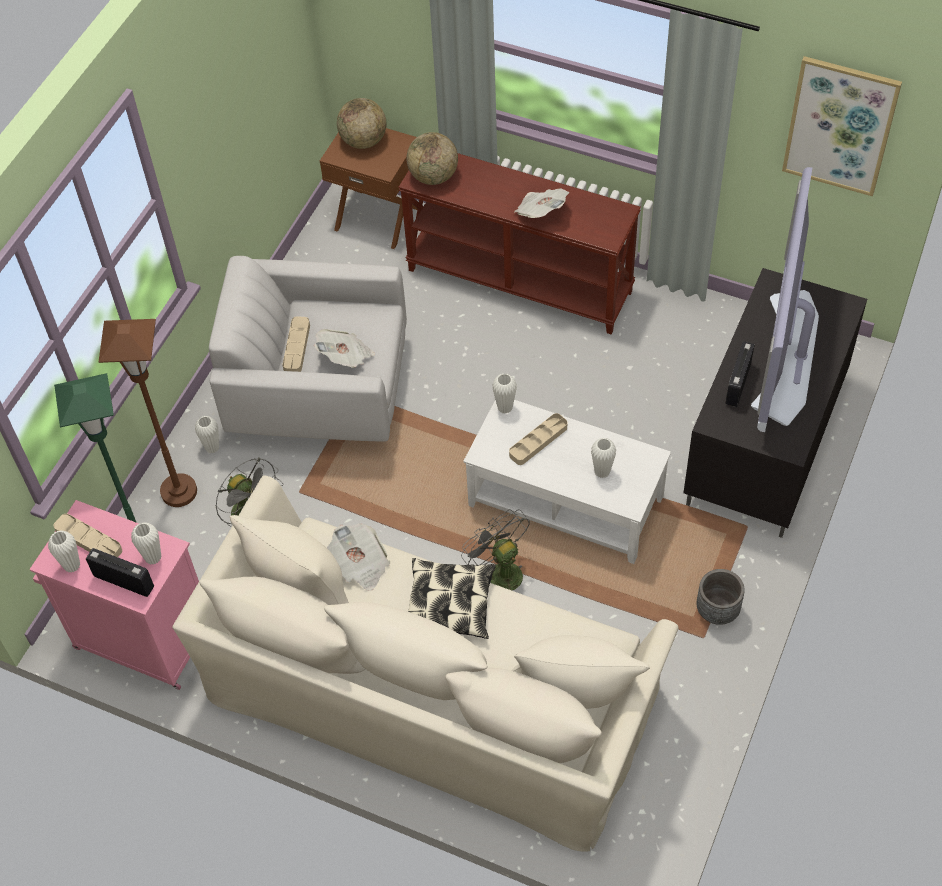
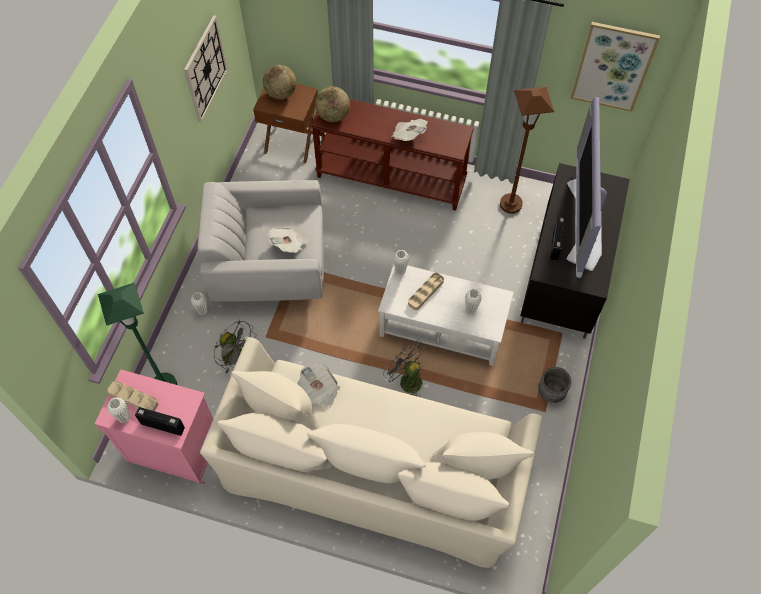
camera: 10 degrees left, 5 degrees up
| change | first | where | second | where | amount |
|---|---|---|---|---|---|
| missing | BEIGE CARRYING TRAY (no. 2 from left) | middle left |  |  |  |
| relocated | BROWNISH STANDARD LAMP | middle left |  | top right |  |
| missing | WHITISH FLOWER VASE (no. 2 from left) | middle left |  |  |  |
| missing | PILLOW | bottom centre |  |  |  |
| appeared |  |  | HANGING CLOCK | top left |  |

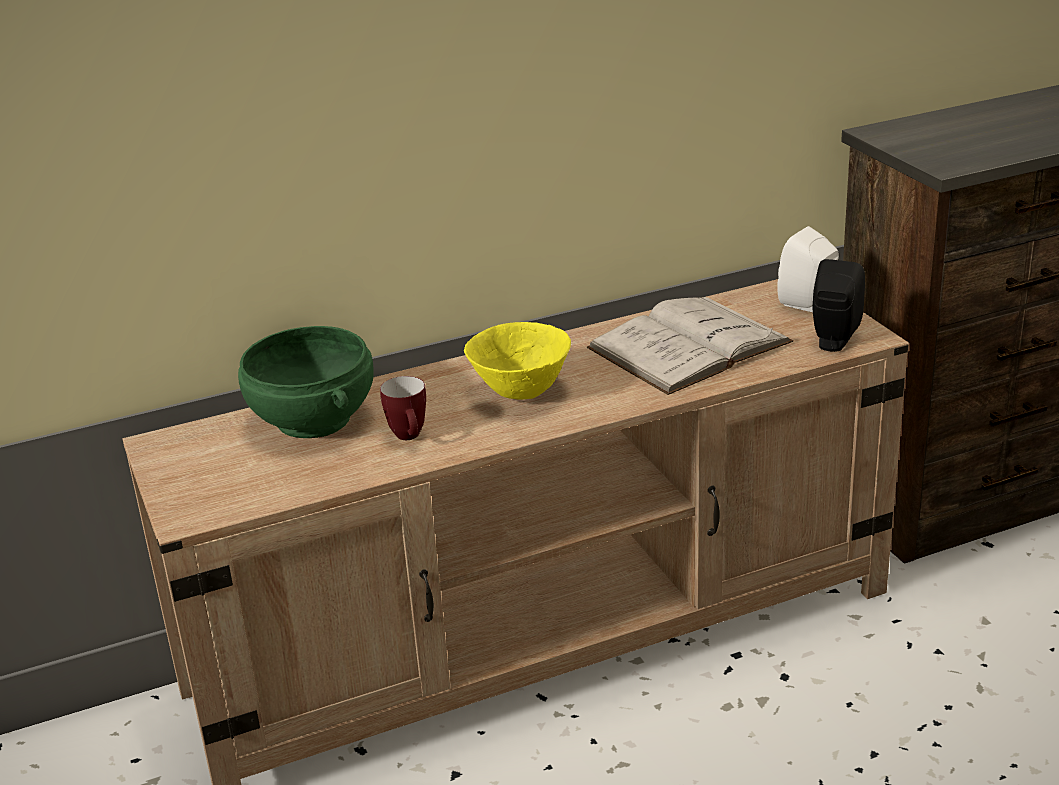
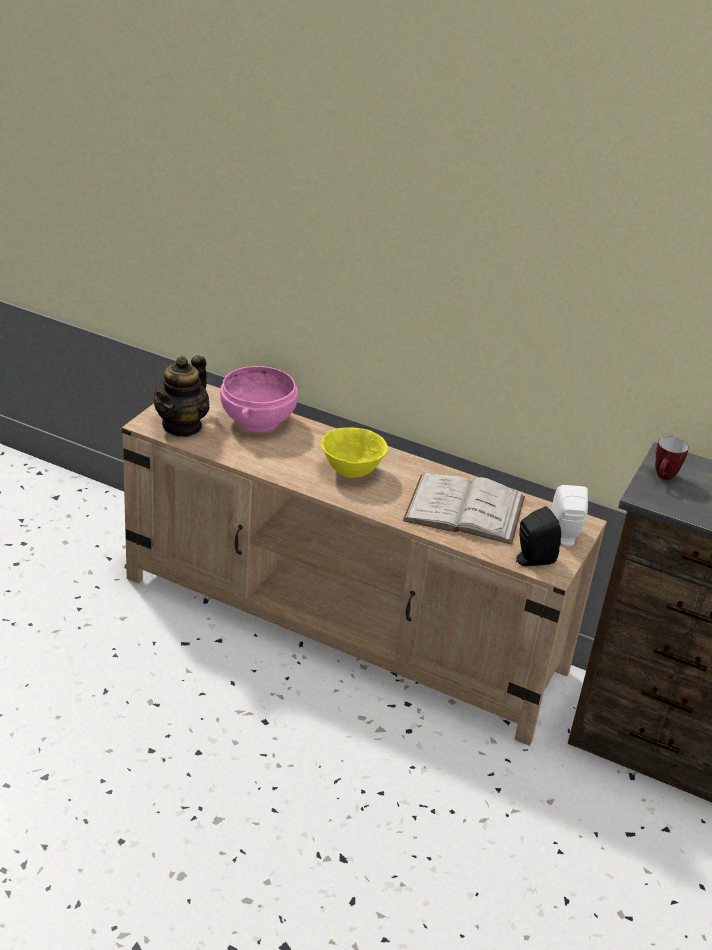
camera: 45 degrees right, 5 degrees up
| change | first | where | second | where | amount |
|---|---|---|---|---|---|
| colour | GREEN-COLOURED BOWL | middle left | PINK-COLOURED BOWL | centre |  |
| relocated | COFFEE MUG | centre |  | middle right |  |
| appeared |  |  | TEA POT | middle left |  |

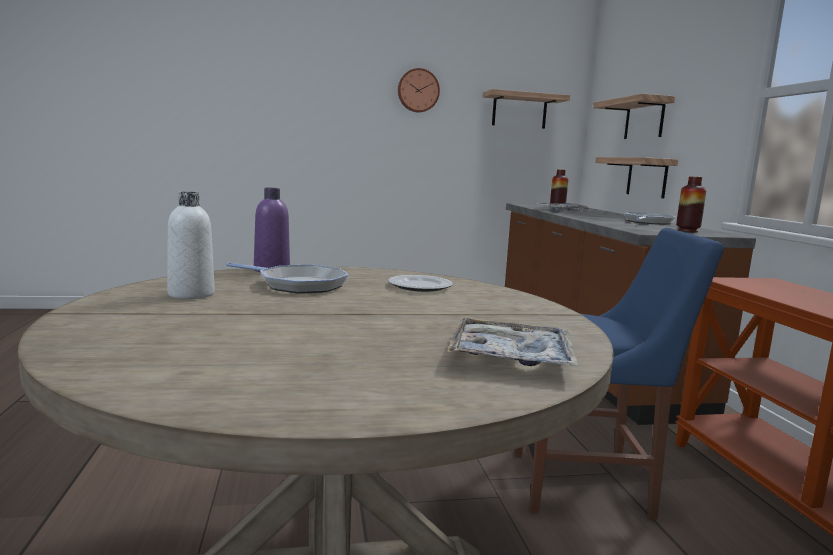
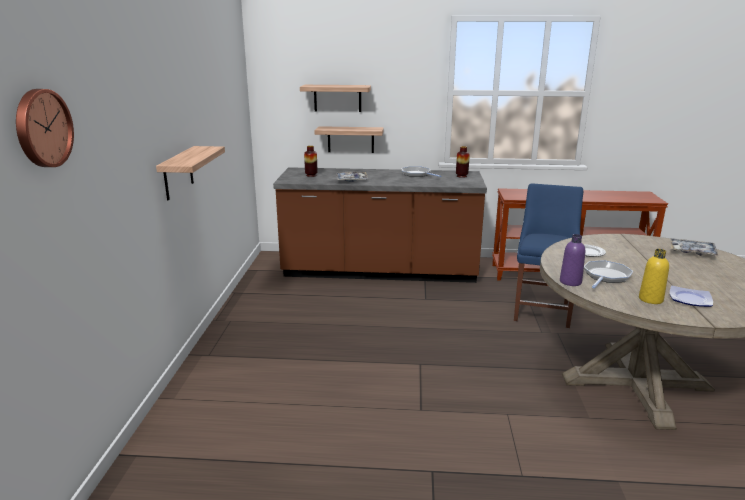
camera: 75 degrees left, 10 degrees up
| change | first | where | second | where | amount |
|---|---|---|---|---|---|
| relocated | HANGING CLOCK | top centre |  | top left |  |
| relocated | SHELF (no. 1 from left) | top centre |  | middle left |  |
| colour | WHITISH BOTTLE | middle left | YELLOWISH BOTTLE | middle right |  |
| appeared |  |  | FLAT DISH (no. 2 from left) | middle right |  |

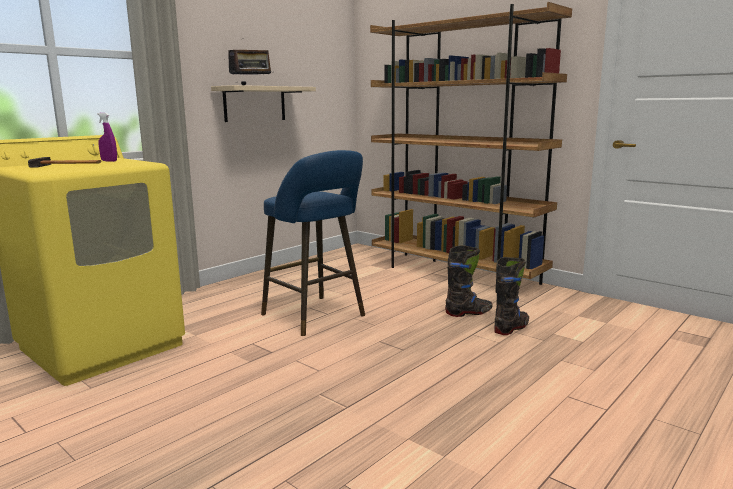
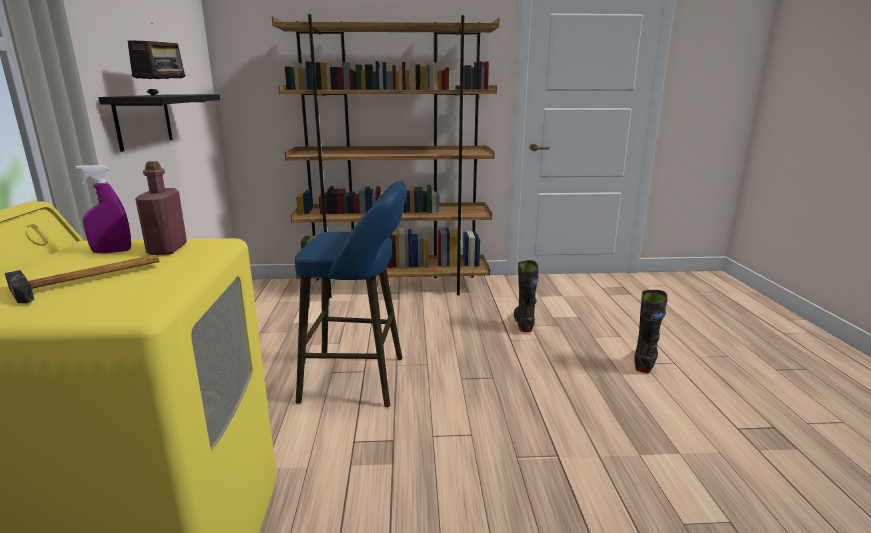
camera: 45 degrees left, 5 degrees up
| change | first | where | second | where | amount |
|---|---|---|---|---|---|
| colour | BEIGE SHELF | top centre | BLACKISH SHELF | top left |  |
| relocated | BLACKISH HIGH-TOP BOOT (no. 1 from left in the first image) | centre | BLACKISH HIGH-TOP BOOT (no. 2 from left) | middle right |  |
| appeared |  |  | RED BOTTLE | middle left |  |

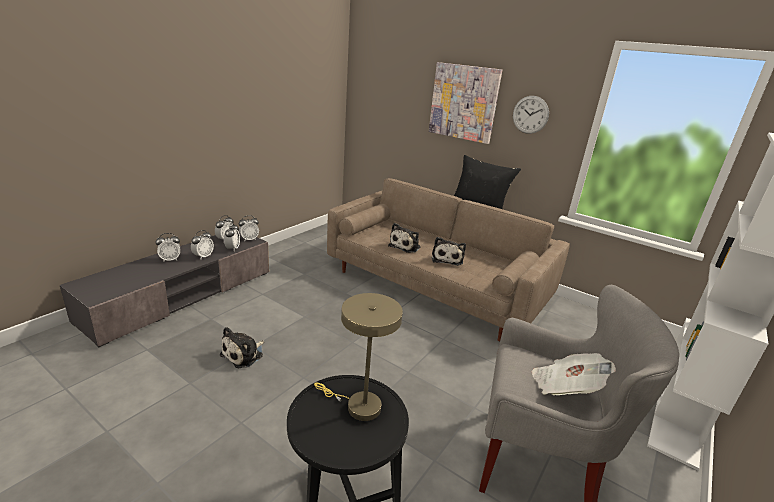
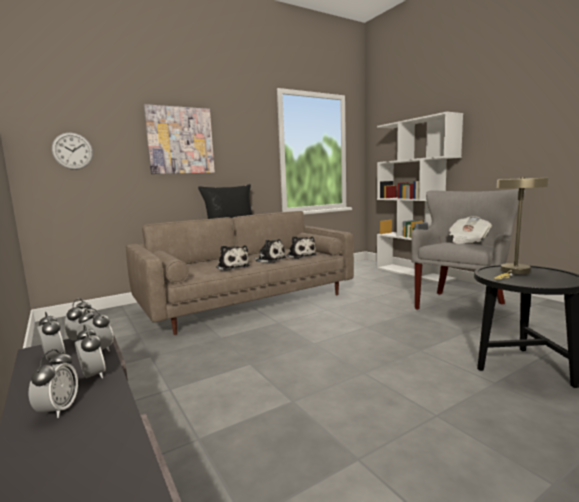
camera: 65 degrees left, 15 degrees down
| change | first | where | second | where | amount |
|---|---|---|---|---|---|
| relocated | HANGING CLOCK | top right |  | top left |  |
| relocated | CUDDLY TOY (no. 1 from left in the first image) | bottom left | CUDDLY TOY (no. 3 from left) | centre |  |

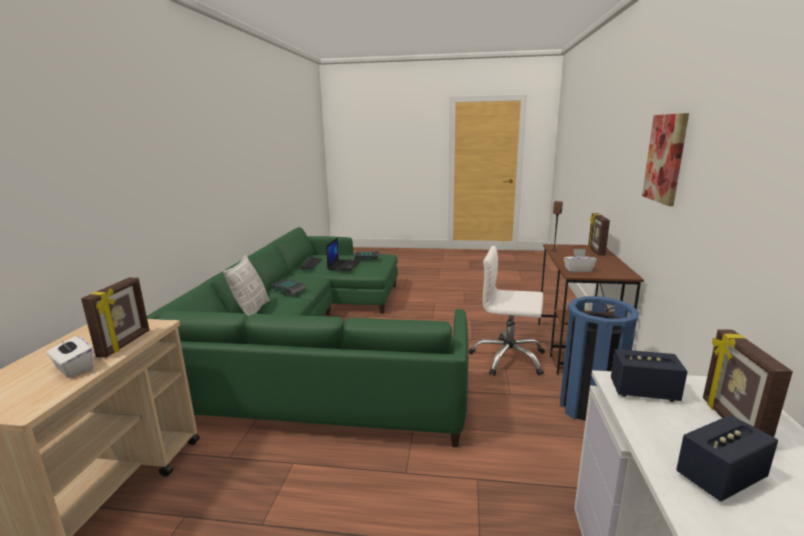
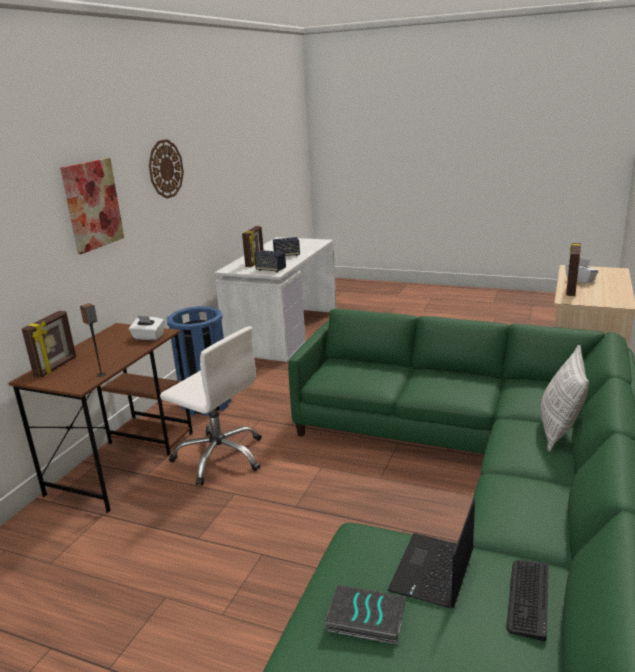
camera: 165 degrees left, 5 degrees up
| change | first | where | second | where | amount |
|---|---|---|---|---|---|
| missing | BOUND BOOK (no. 1 from left) | centre |  |  |  |
| appeared |  |  | HANGING CLOCK | top left |  |

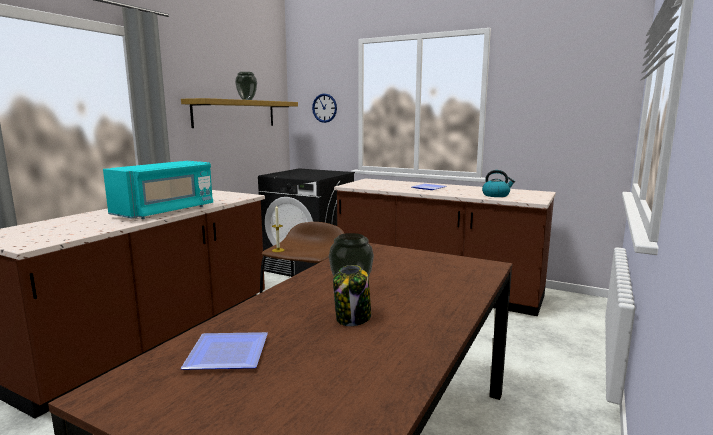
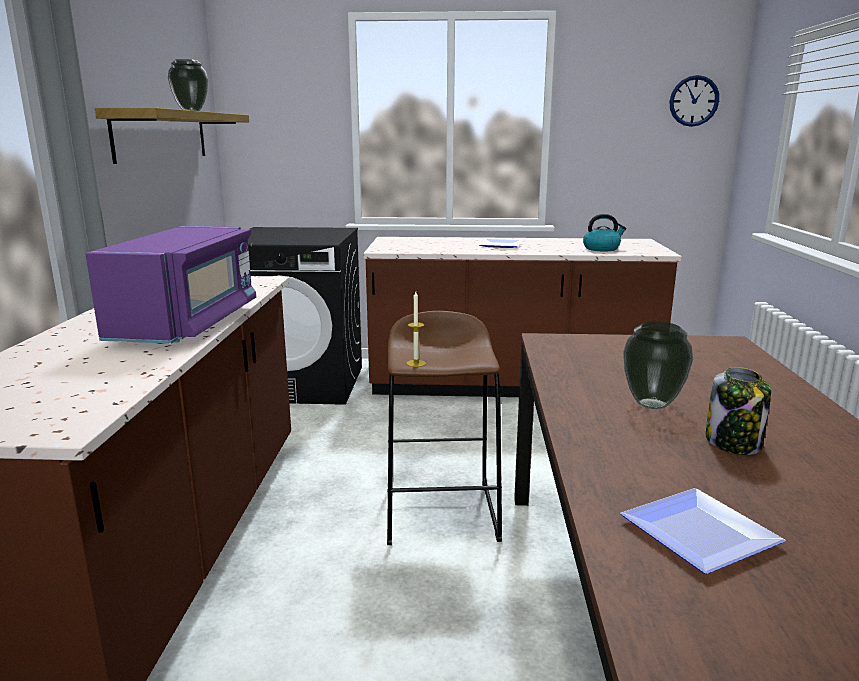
camera: 25 degrees left, 5 degrees up
| change | first | where | second | where | amount |
|---|---|---|---|---|---|
| relocated | HANGING CLOCK | top centre |  | top right |  |
| colour | TURQUOISE-COLOURED MICROWAVE OVEN | middle left | PURPLE-COLOURED MICROWAVE OVEN | middle left |  |

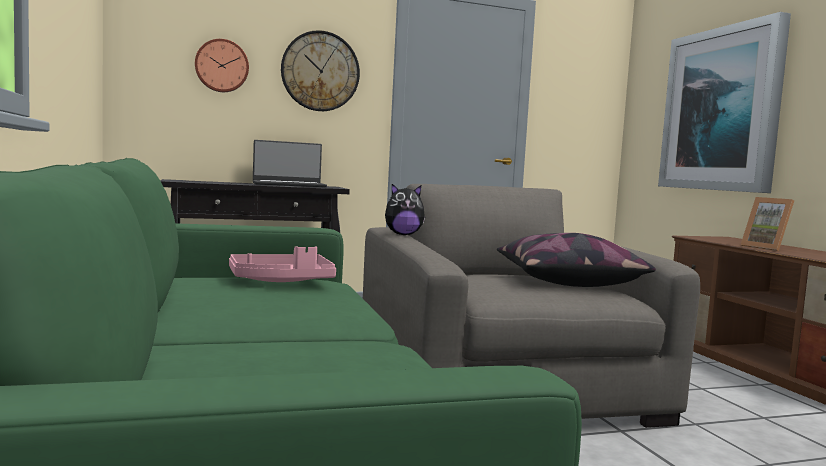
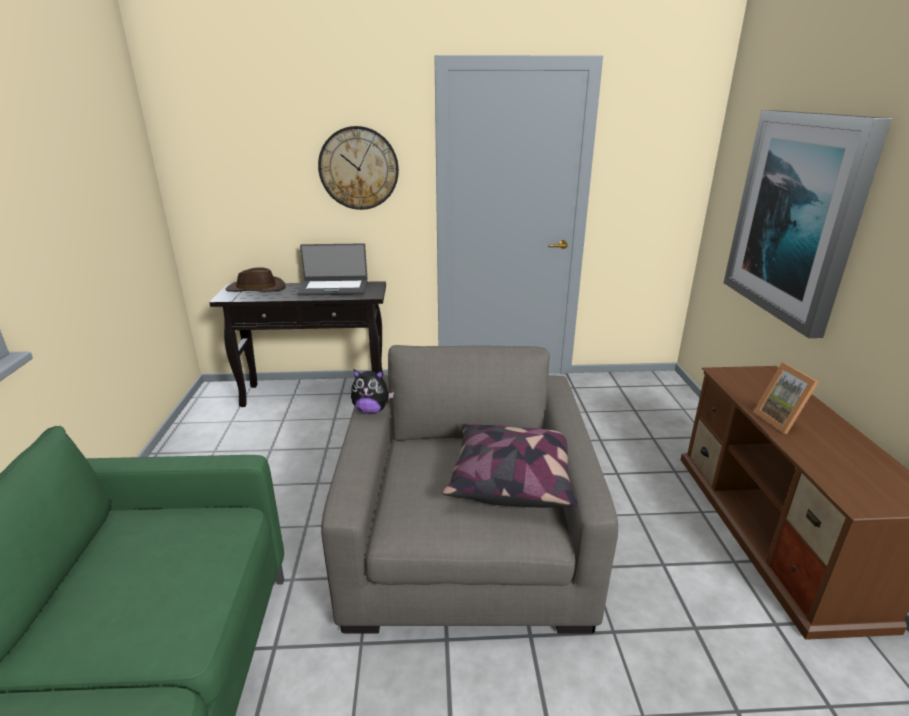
camera: 15 degrees right, 20 degrees up
| change | first | where | second | where | amount |
|---|---|---|---|---|---|
| missing | HANGING CLOCK (no. 1 from left) | top left |  |  |  |
| missing | PINK-COLOURED CARRYING TRAY | centre |  |  |  |
| appeared |  |  | BROWNISH HAT | middle left |  |

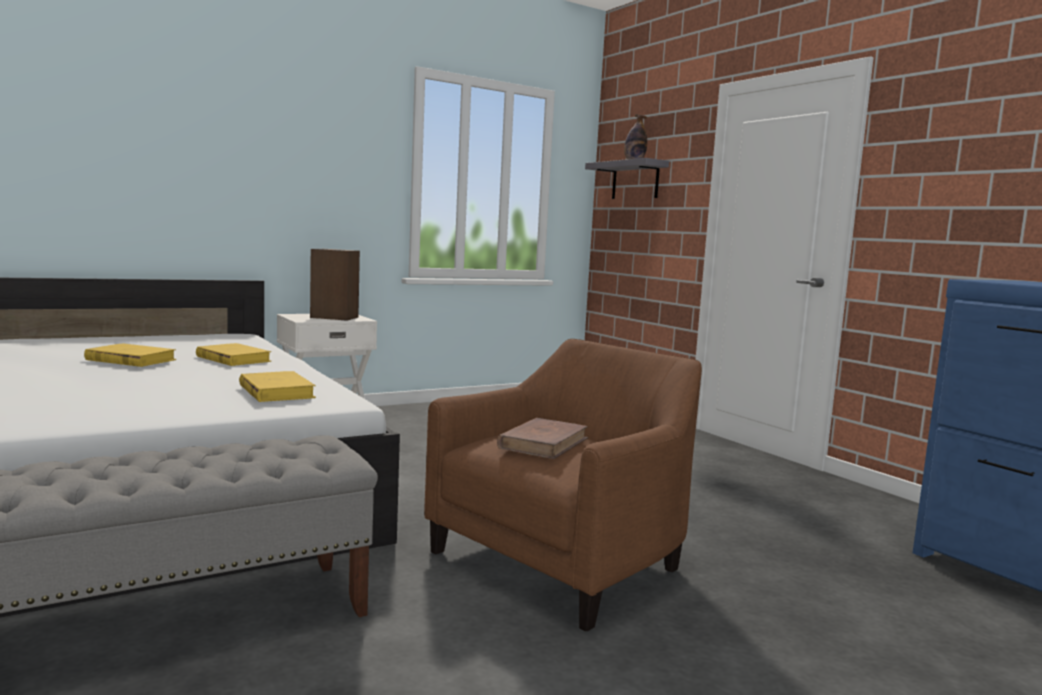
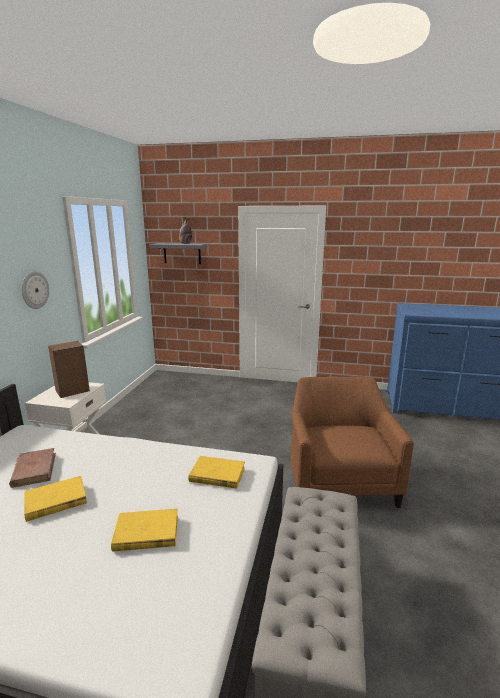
camera: 45 degrees left, 10 degrees up
| change | first | where | second | where | amount |
|---|---|---|---|---|---|
| relocated | YELLOWISH BOUND BOOK (no. 2 from left) | middle left |  | bottom left |  |
| relocated | BROWNISH BOUND BOOK | centre |  | bottom left |  |
| appeared |  |  | HANGING CLOCK | middle left |  |

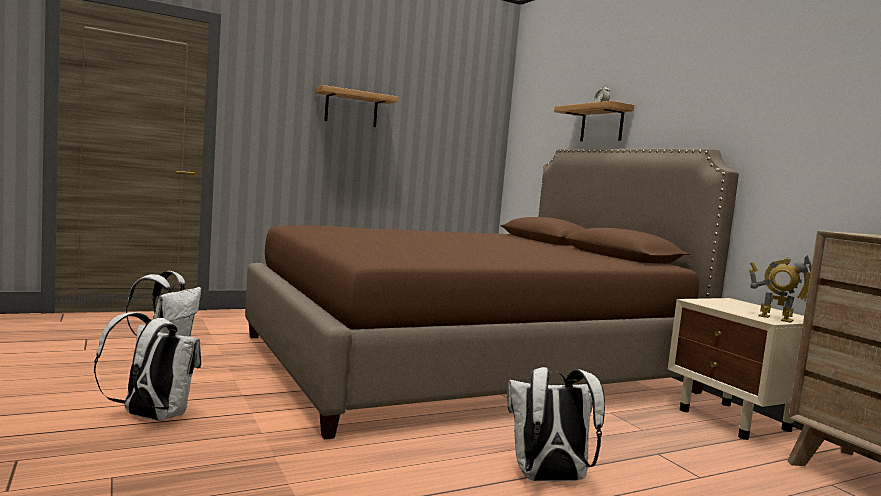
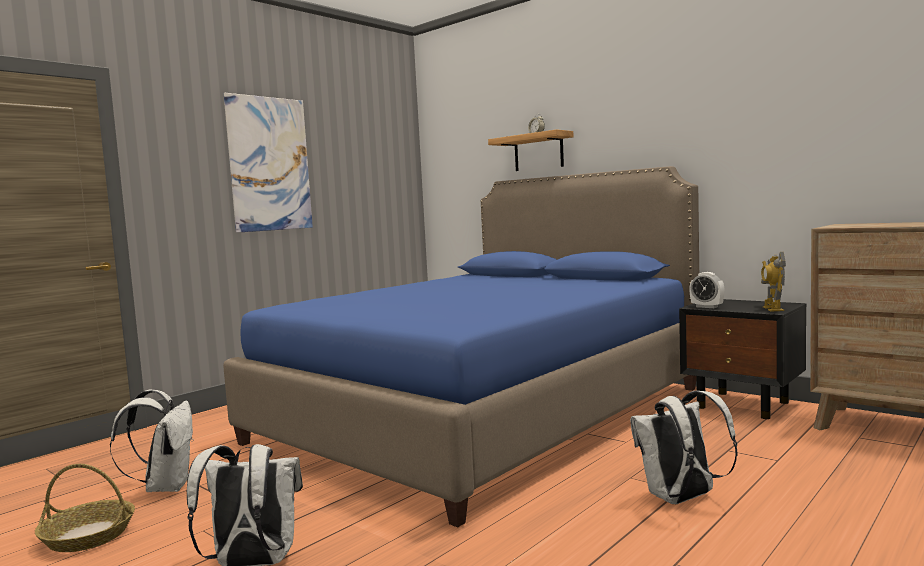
camera: 20 degrees left, 0 degrees up
| change | first | where | second | where | amount |
|---|---|---|---|---|---|
| exchanged | SHELF (no. 1 from left) | top centre | PICTURE | top left |  |
| colour | BROWNISH SLEEPING BED | centre | BLUE-COLOURED SLEEPING BED | centre |  |
| spun | MODEL ROBOT | middle right |  | middle right | 75 degrees clockwise |
| colour | BEIGE BEDSIDE TABLE | bottom right | BLACKISH BEDSIDE TABLE | middle right |  |
| appeared |  |  | TABLE CLOCK (no. 2 from left) | middle right |  |
| appeared |  |  | STORAGE BASKET | bottom left |  |

